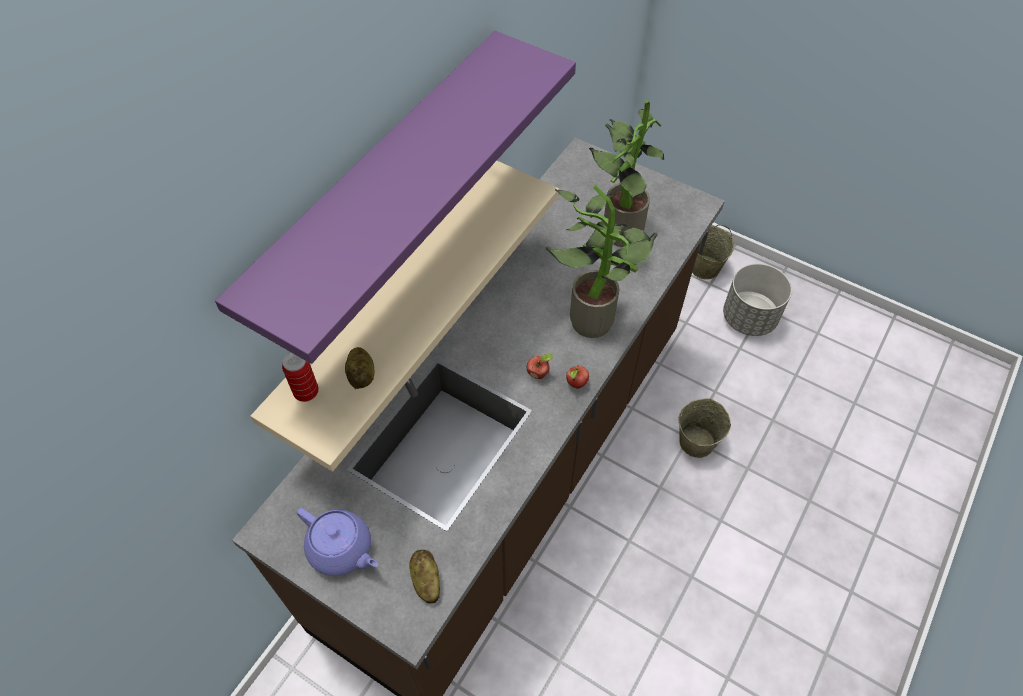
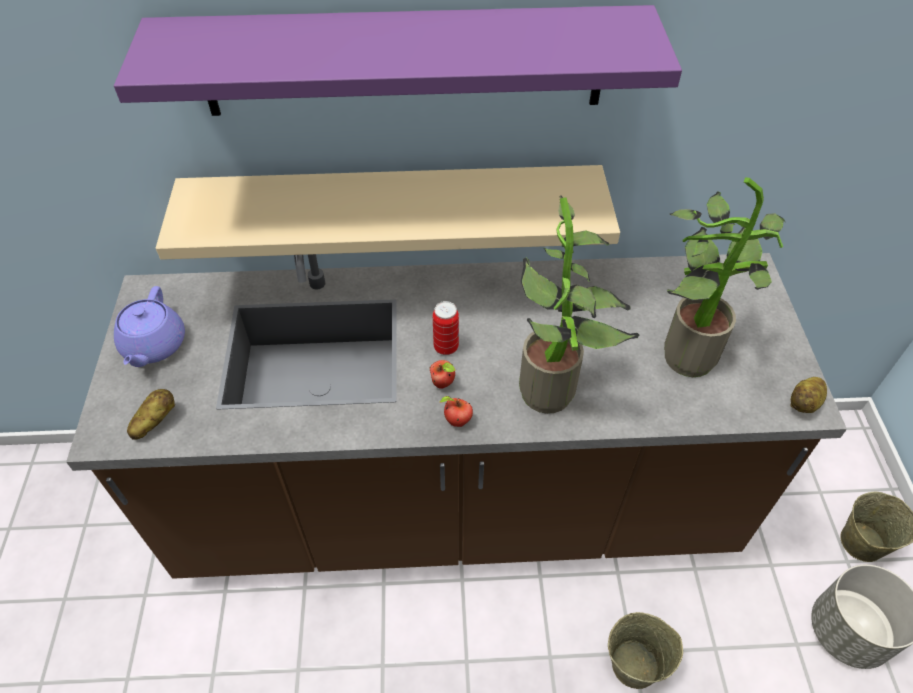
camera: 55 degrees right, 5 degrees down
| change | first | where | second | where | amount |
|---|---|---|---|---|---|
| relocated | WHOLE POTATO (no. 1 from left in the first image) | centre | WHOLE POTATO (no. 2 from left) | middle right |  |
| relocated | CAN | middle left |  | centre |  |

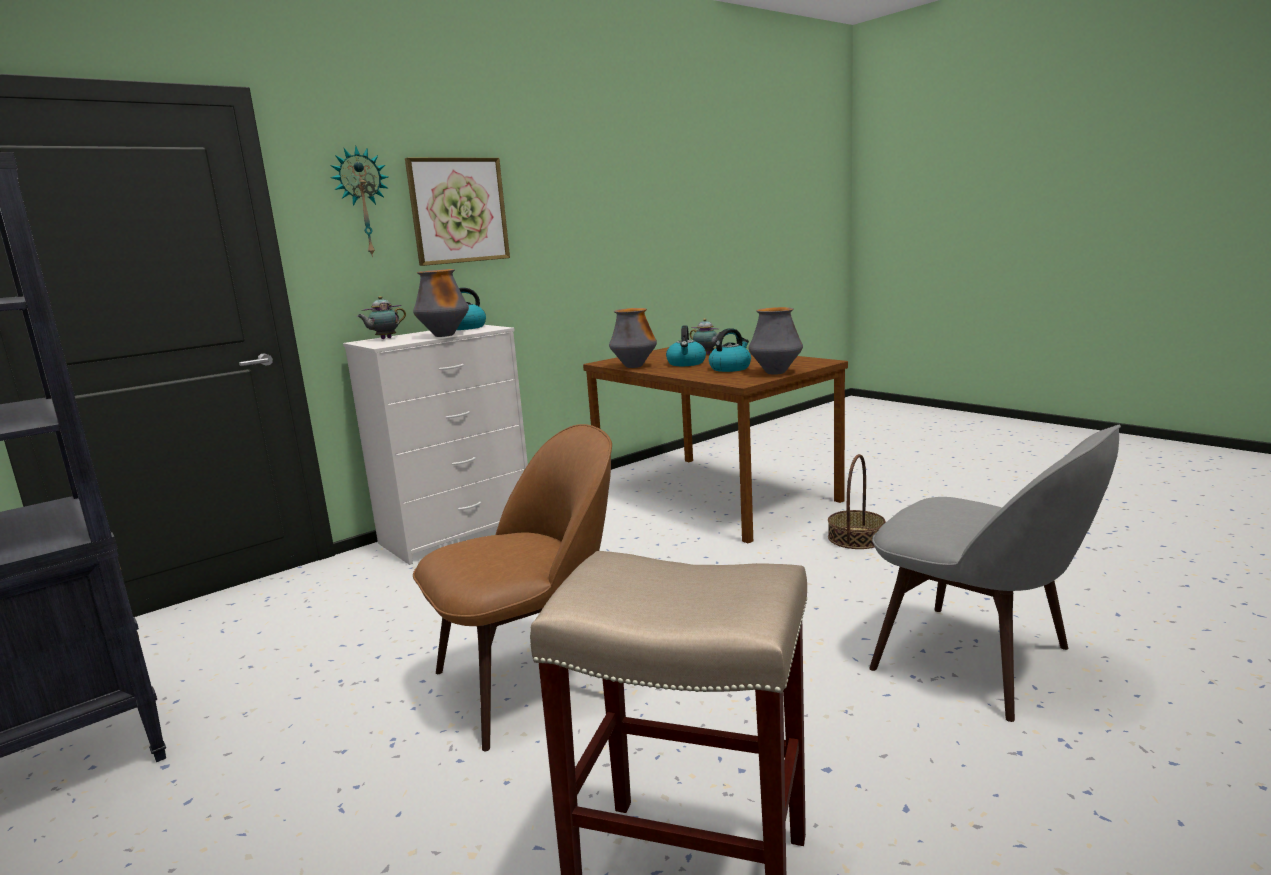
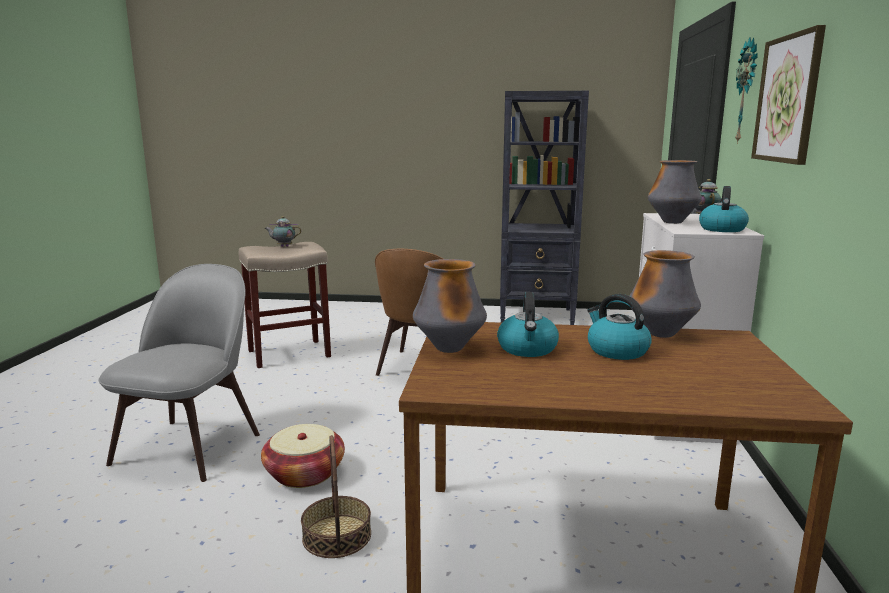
camera: 135 degrees right, 0 degrees up
| change | first | where | second | where | amount |
|---|---|---|---|---|---|
| relocated | TEA POT (no. 2 from left in the first image) | centre | TEA POT (no. 1 from left) | middle left |  |
| spun | GRAY UPRIGHT CHAIR | middle right |  | middle left | 105 degrees clockwise |
| appeared |  |  | STORAGE BASKET (no. 1 from left) | bottom centre |  |

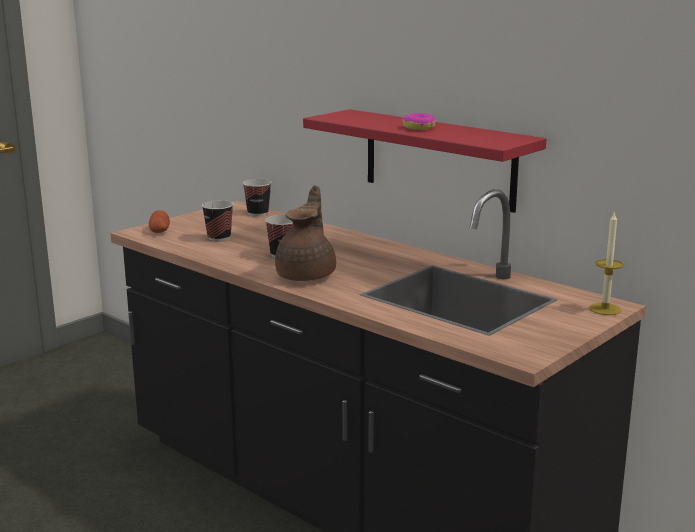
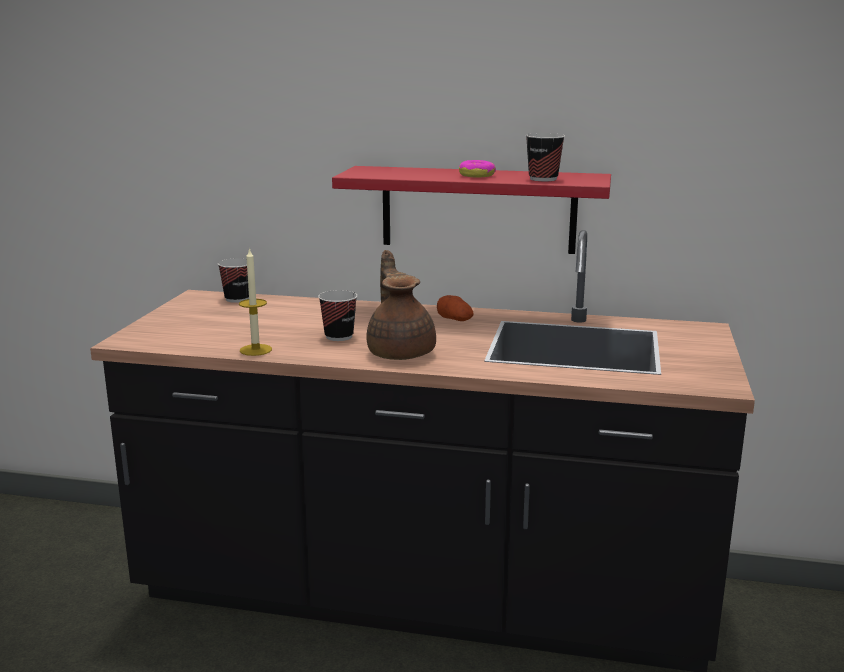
camera: 30 degrees left, 0 degrees up
| change | first | where | second | where | amount |
|---|---|---|---|---|---|
| relocated | SMALL CUP (no. 1 from left in the first image) | middle left | SMALL CUP (no. 3 from left) | top centre |  |
| relocated | WHOLE POTATO | middle left |  | centre |  |
| relocated | WAX CANDLE | middle right |  | middle left |  |

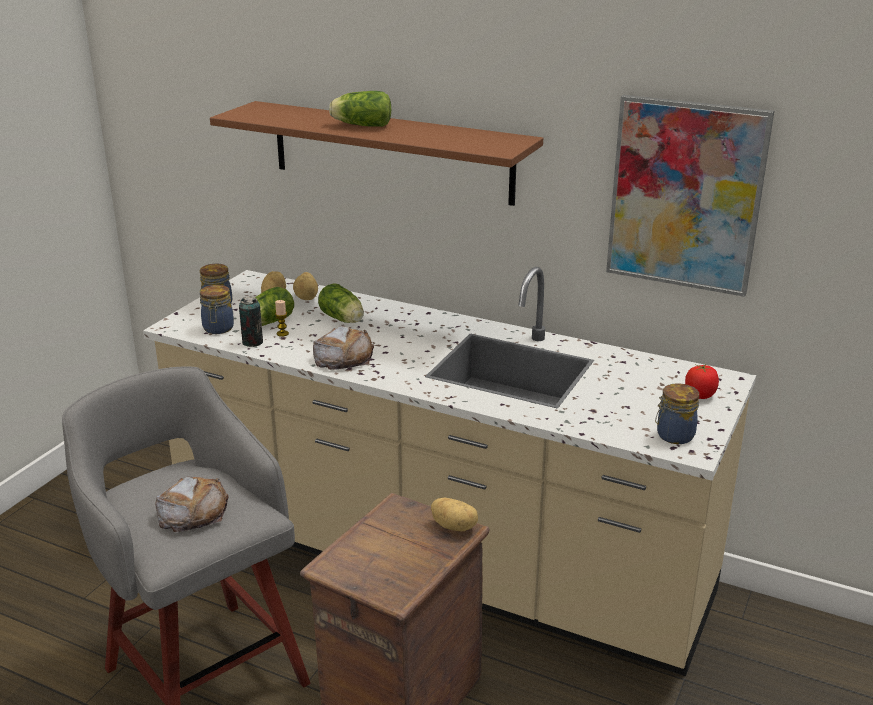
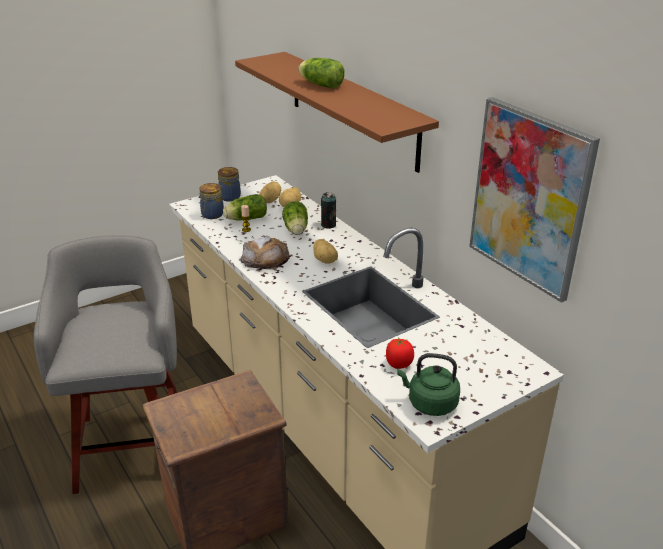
camera: 30 degrees right, 5 degrees up
| change | first | where | second | where | amount |
|---|---|---|---|---|---|
| relocated | CAN | middle left |  | centre |  |
| relocated | TOMATO | middle right |  | centre |  |
| exchanged | PRESERVE JAR (no. 3 from left) | middle right | GREEN-COLOURED WATER KETTLE | bottom centre |  |
| missing | BAKERY BREAD (no. 1 from left) | bottom left |  |  |  |
| relocated | WHOLE POTATO (no. 3 from left) | bottom centre |  | centre |  |

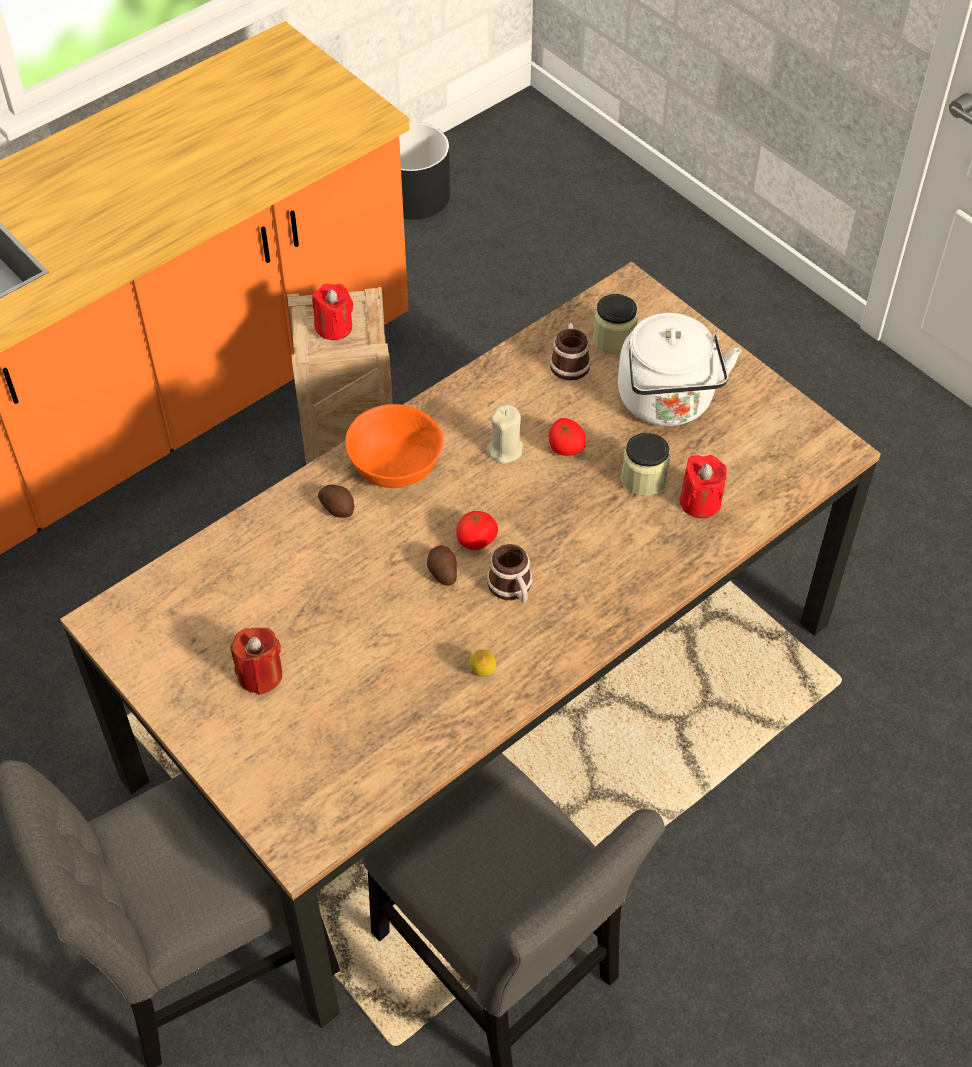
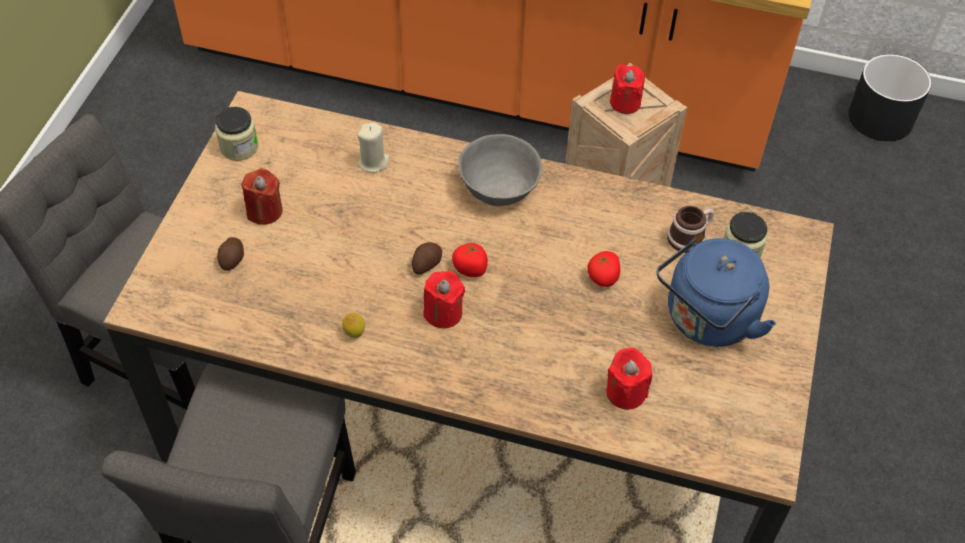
camera: 55 degrees right, 0 degrees up
| change | first | where | second | where | amount |
|---|---|---|---|---|---|
| colour | WHITISH WATER KETTLE | middle right | BLUE-COLOURED WATER KETTLE | middle right |  |
| colour | ORANGE BOWL | centre | GRAY BOWL | top centre |  |
| relocated | BEIGE WAX CANDLE | centre |  | top centre |  |
| relocated | PRESERVE JAR (no. 2 from left in the first image) | centre | PRESERVE JAR (no. 1 from left) | top left |  |
| relocated | WHOLE POTATO (no. 1 from left) | centre |  | middle left |  |
| exchanged | COFFEE MUG (no. 1 from left) | centre | RED WAX CANDLE (no. 2 from left) | centre |  |

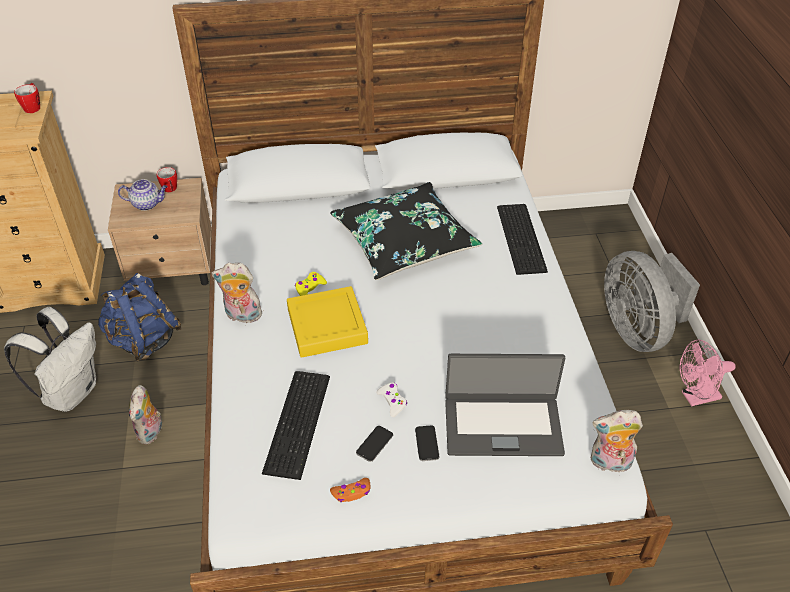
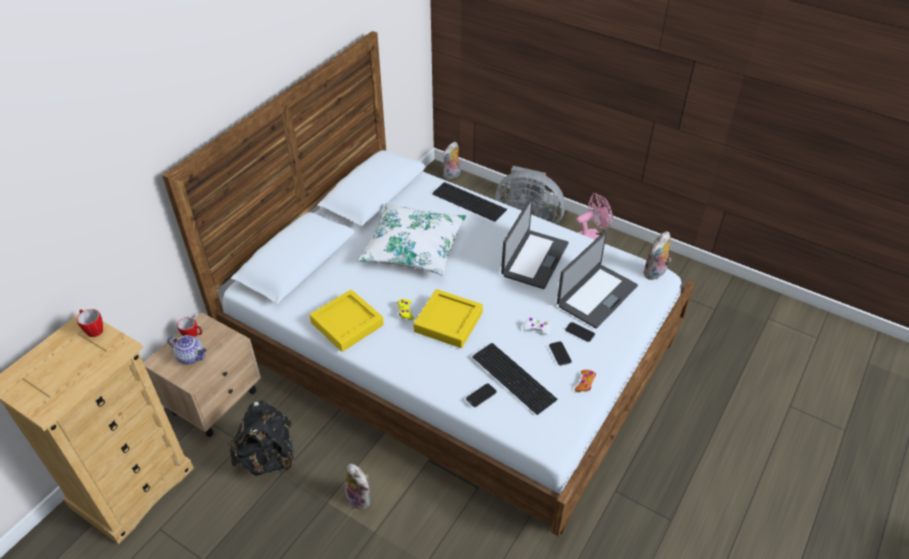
camera: 50 degrees left, 0 degrees up
| change | first | where | second | where | amount |
|---|---|---|---|---|---|
| spun | TEA POT | top left |  | middle left | 75 degrees clockwise |
| colour | BLACKISH PILLOW | centre | WHITISH PILLOW | centre |  |
| relocated | CUDDLY TOY (no. 2 from left) | middle left |  | top centre |  |
| colour | BLUE-COLOURED KNAPSACK | middle left | BLACKISH KNAPSACK | bottom left |  |
| missing | WHITISH KNAPSACK | middle left |  |  |  |
| spun | PINK-COLOURED FAN | middle right |  | centre | 135 degrees counterclockwise |
| appeared |  |  | LAPTOP (no. 1 from left) | centre |  |
| appeared |  |  | YELLOWISH CARRYING TRAY (no. 1 from left) | centre |  |
| appeared |  |  | HANDSET (no. 1 from left) | bottom centre |  |

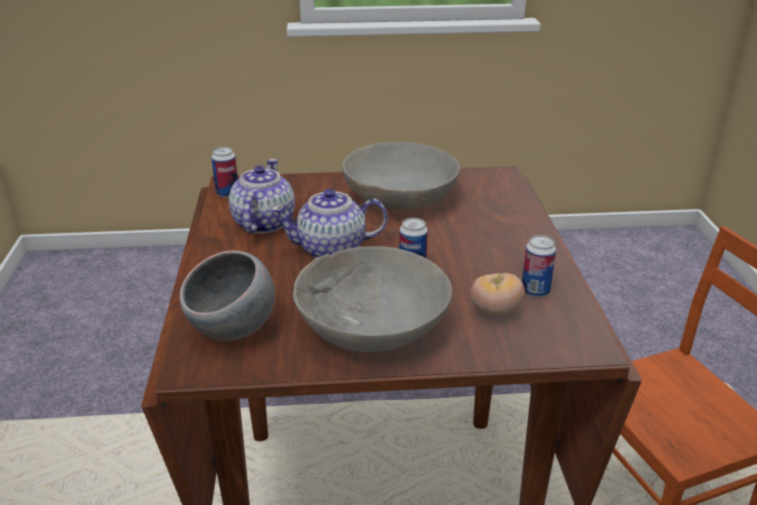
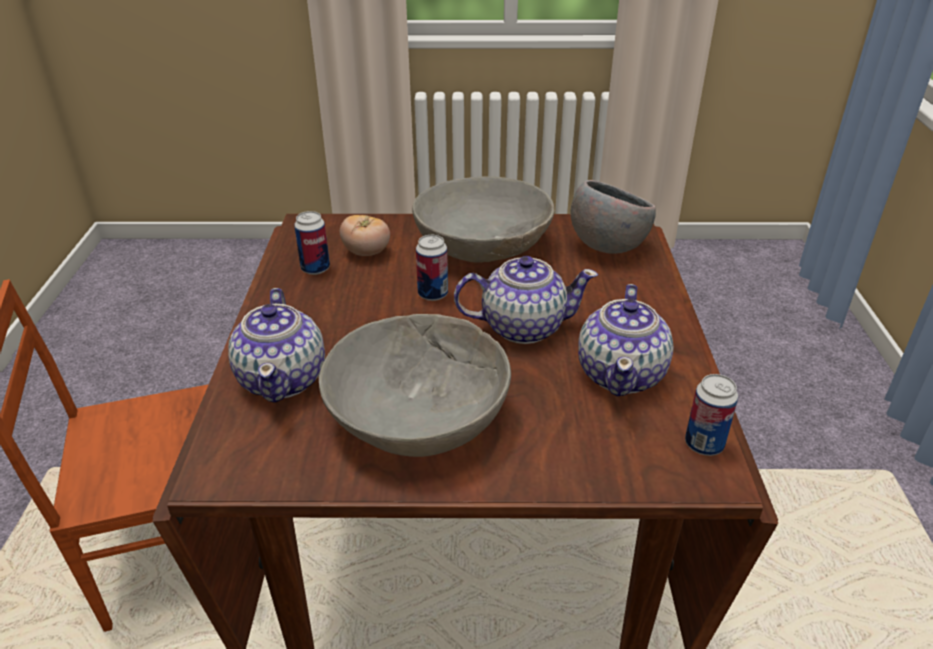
camera: 175 degrees left, 5 degrees up
| change | first | where | second | where | amount |
|---|---|---|---|---|---|
| appeared |  |  | TEA POT (no. 1 from left) | middle left |  |

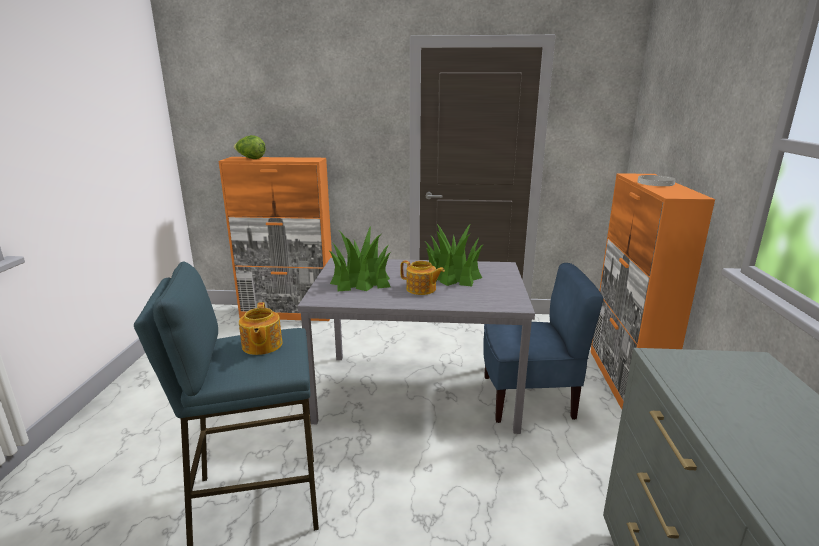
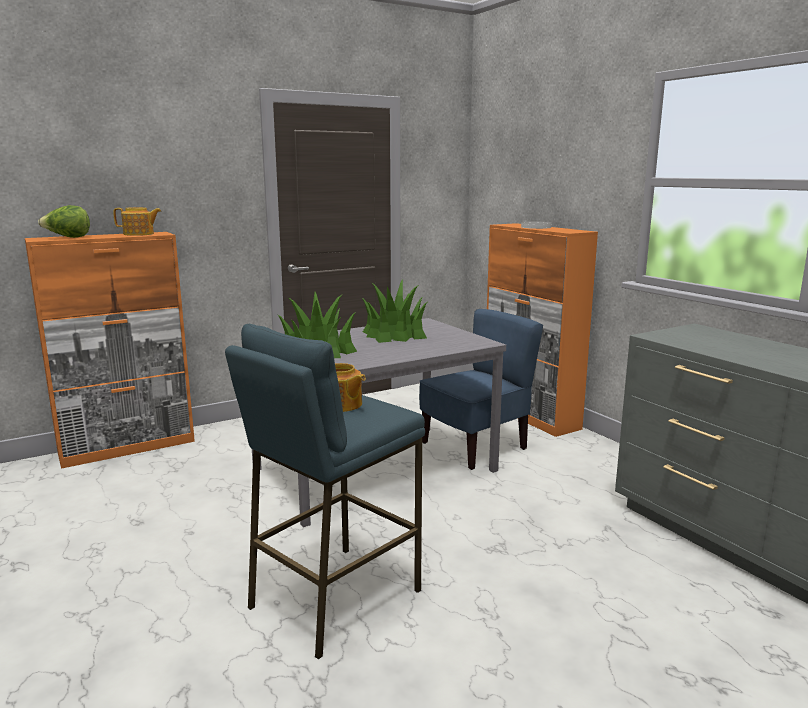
camera: 35 degrees left, 5 degrees down
| change | first | where | second | where | amount |
|---|---|---|---|---|---|
| relocated | TEA POT (no. 2 from left in the first image) | centre | TEA POT (no. 1 from left) | top left |  |

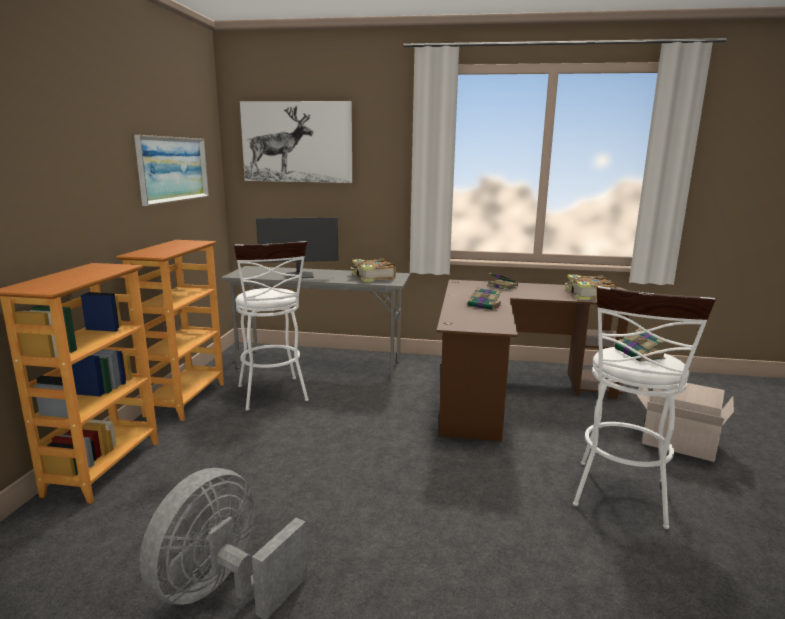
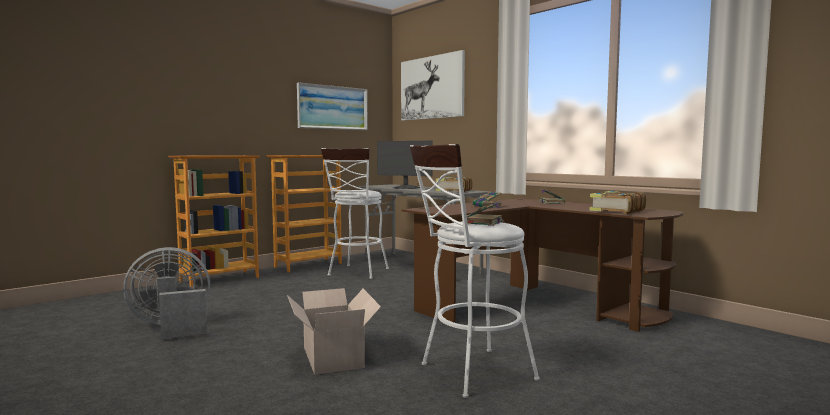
camera: 40 degrees right, 10 degrees down
| change | first | where | second | where | amount |
|---|---|---|---|---|---|
| relocated | PACKING BOX | bottom right |  | bottom centre |  |

